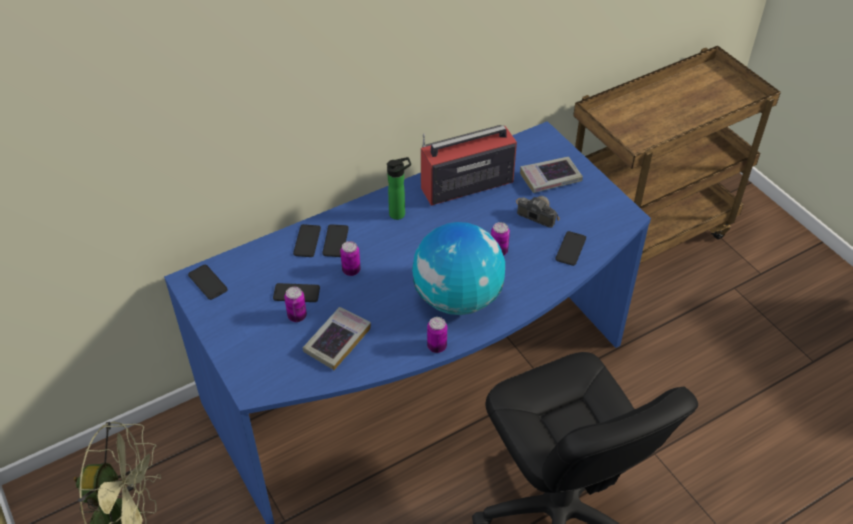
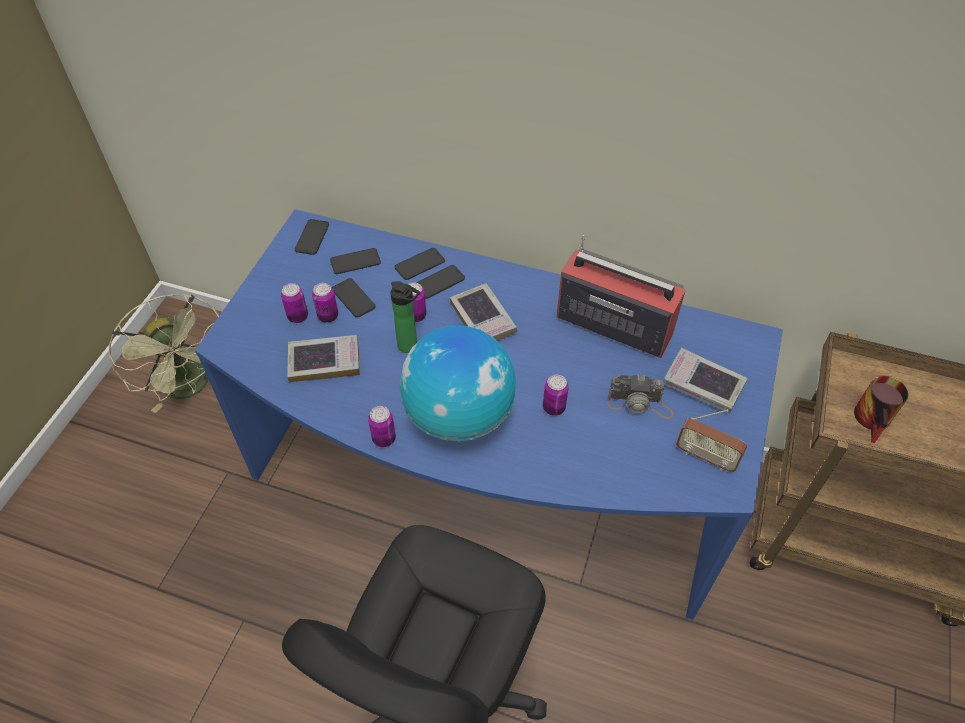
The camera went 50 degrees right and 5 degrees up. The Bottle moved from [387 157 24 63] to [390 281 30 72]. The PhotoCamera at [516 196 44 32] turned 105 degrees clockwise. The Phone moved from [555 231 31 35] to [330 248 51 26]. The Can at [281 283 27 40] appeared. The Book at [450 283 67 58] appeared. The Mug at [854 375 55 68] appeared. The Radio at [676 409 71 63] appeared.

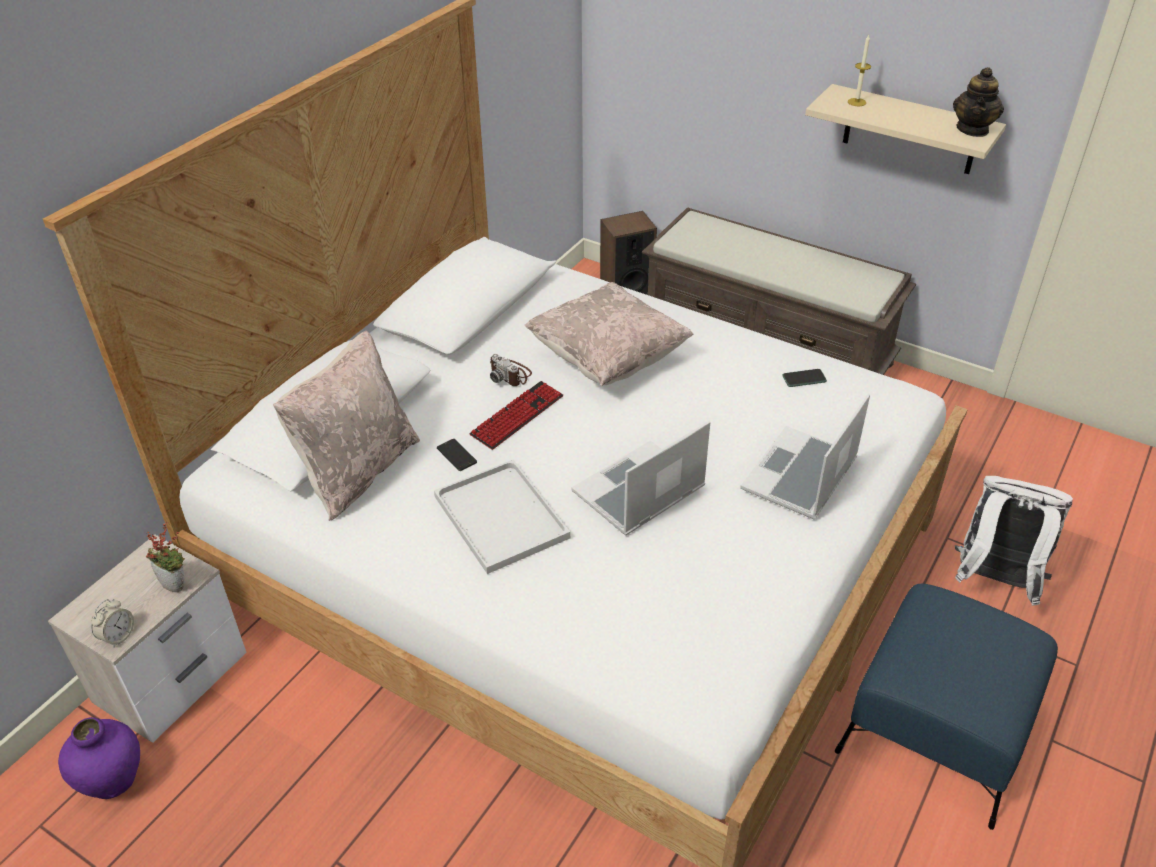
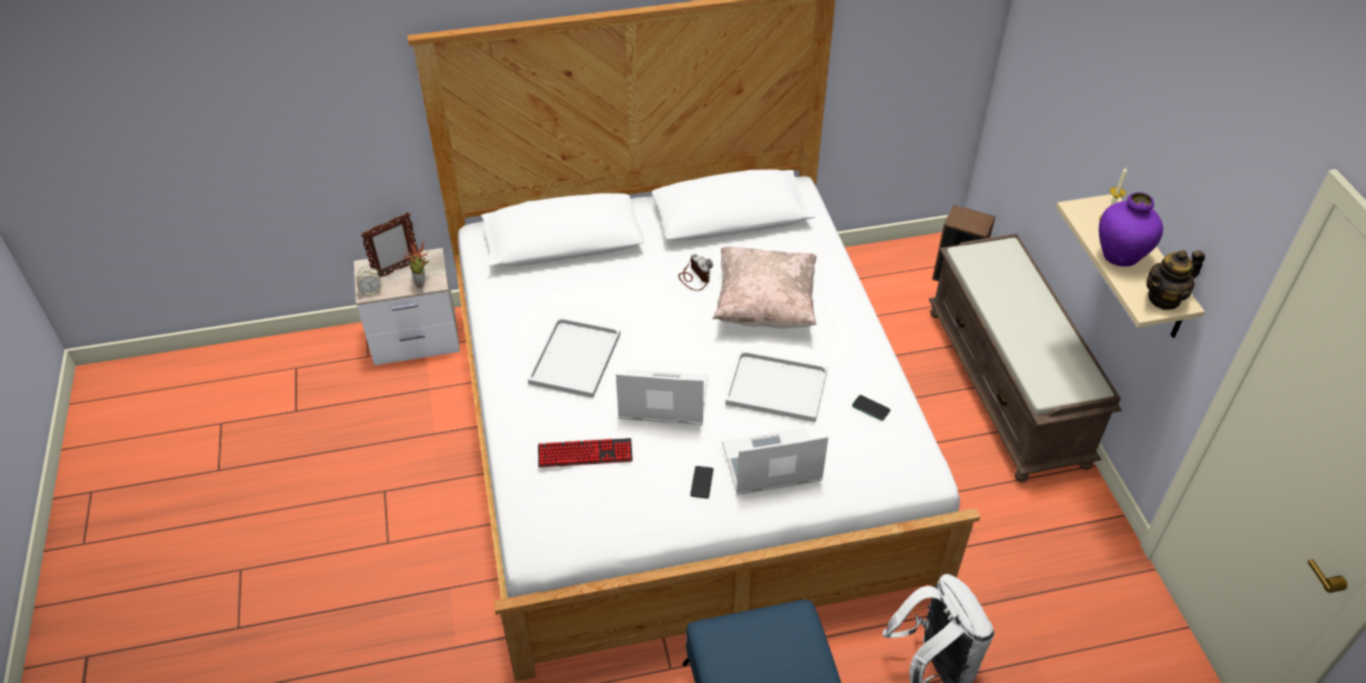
The camera went 45 degrees right and 5 degrees up. The BeigePillow at [273 331 147 190] disappeared. The PhotoCamera at [490 354 42 32] turned 150 degrees clockwise. The Keyboard moved from [470 381 93 69] to [538 438 95 30]. The Phone moved from [437 439 40 32] to [690 466 24 33]. The PurpleVase moved from [58 717 82 82] to [1099 192 64 74]. The PictureFrame at [361 212 57 65] appeared. The WhiteTray at [725 351 103 71] appeared.

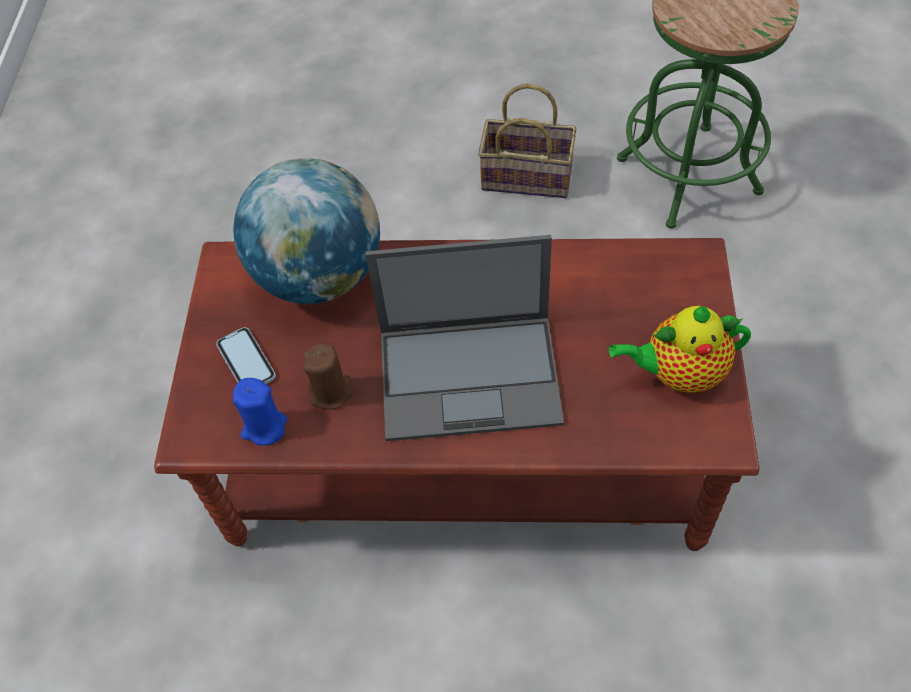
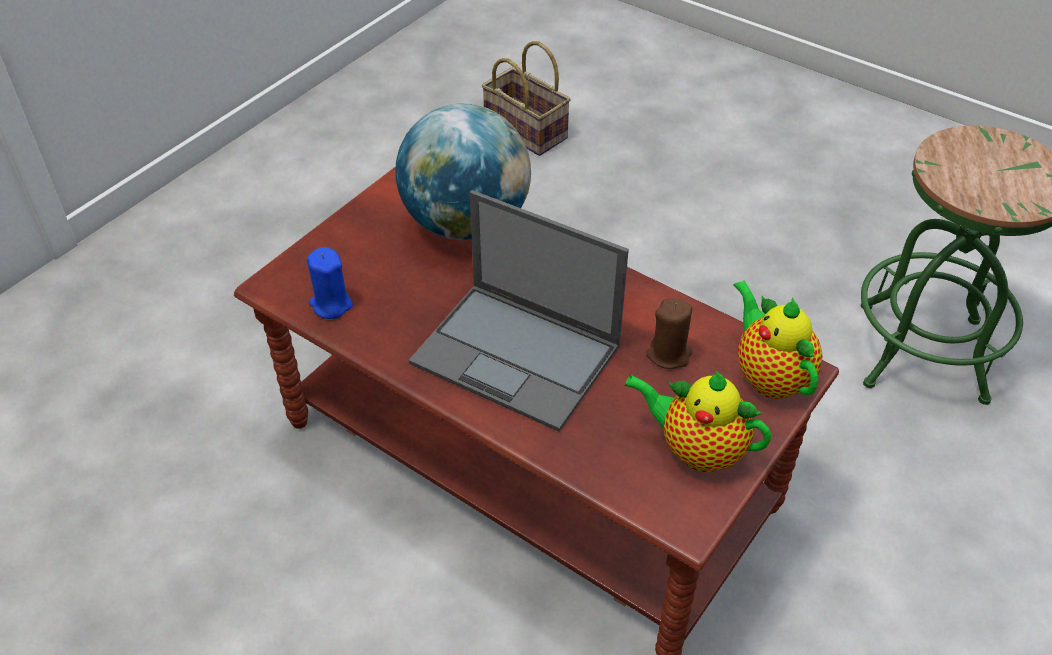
The camera went 30 degrees right and 10 degrees down. The Basket moved from [478 84 98 114] to [482 41 89 115]. The Phone at [216 327 60 57] disappeared. The BrownCandle moved from [303 343 50 66] to [646 299 47 70]. The Teapot at [733 280 89 119] appeared.

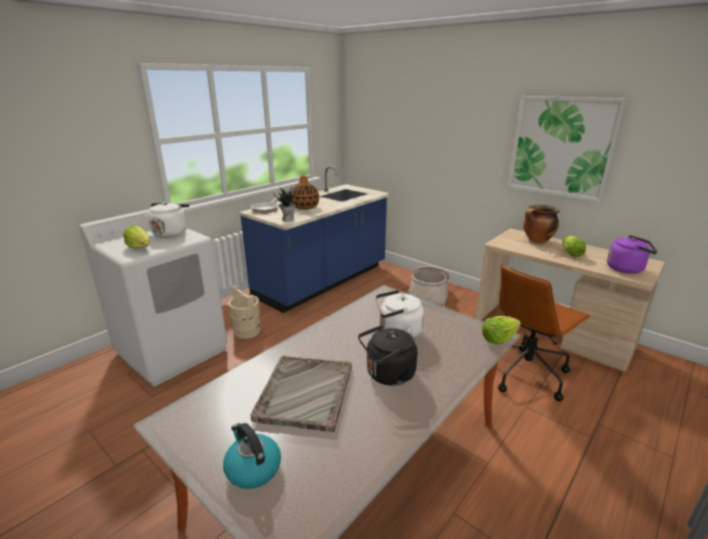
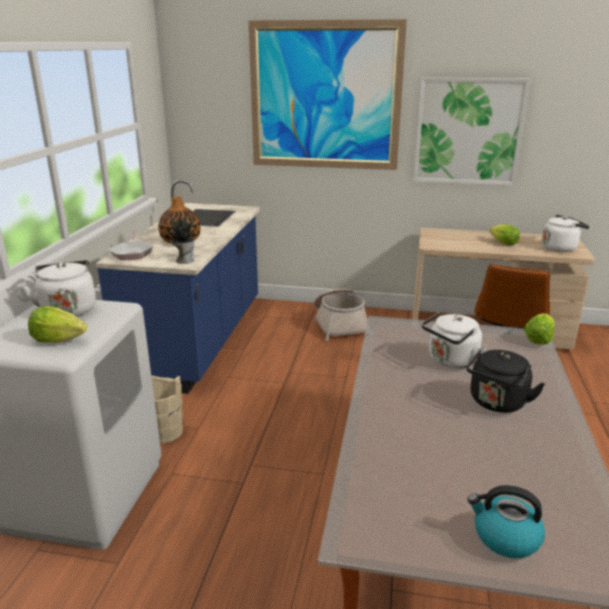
The camera went 30 degrees left and 0 degrees up. The CookingPot at [523 205 37 38] disappeared. The PurpleKettle at [607 235 51 39] became the WhiteKettle at [542 215 48 37]. The GreyTray at [250 356 102 76] disappeared. The Picture at [248 19 159 151] appeared.

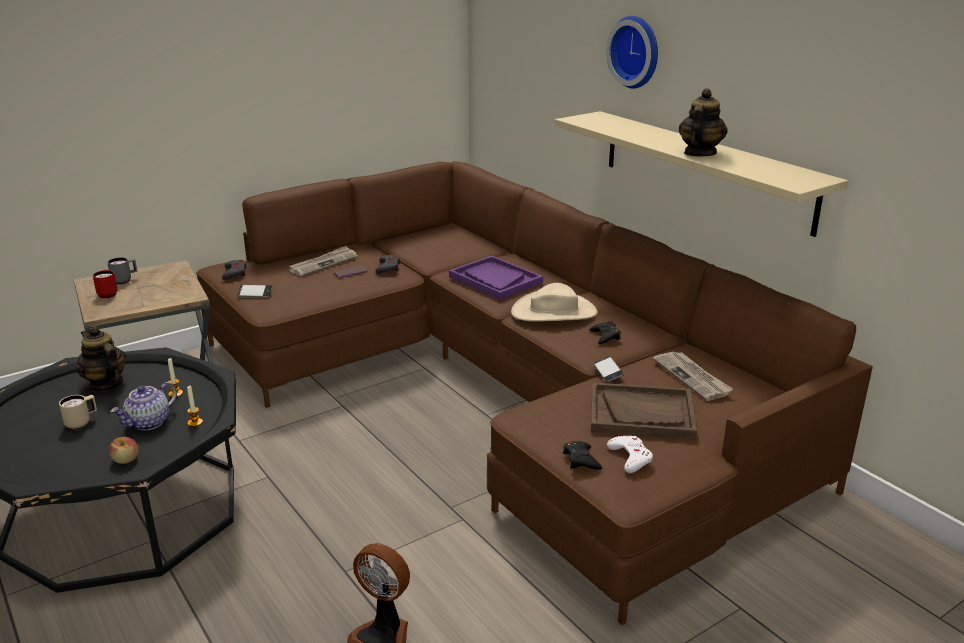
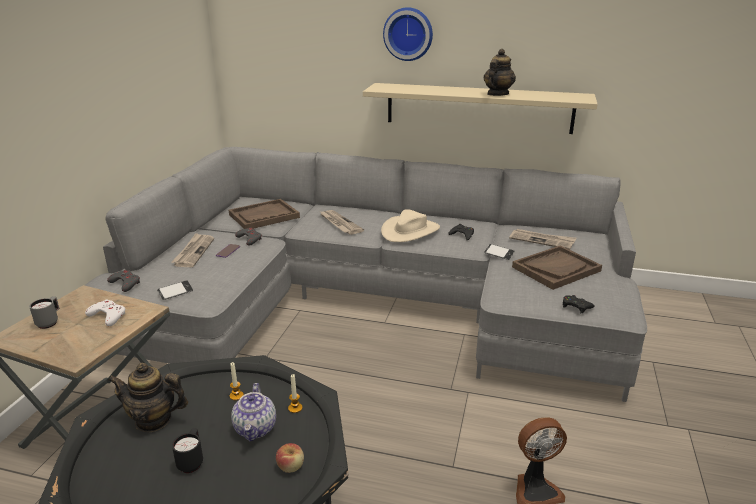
The camera went 40 degrees left and 0 degrees up. The Teapot at [679 88 48 68] turned 45 degrees clockwise. The BrownSofa at [196 161 677 464] became the GreySofa at [85 147 562 255]. The PurpleTray at [449 255 94 45] was replaced by the Newspaper at [319 210 45 25]. The RedMug at [93 269 25 29] disappeared. The BeigeMug at [59 395 38 35] became the BlackMug at [172 428 31 45]. The WhiteGameController moved from [607 436 46 37] to [85 300 41 26]. The BrownTray at [229 199 71 30] appeared.

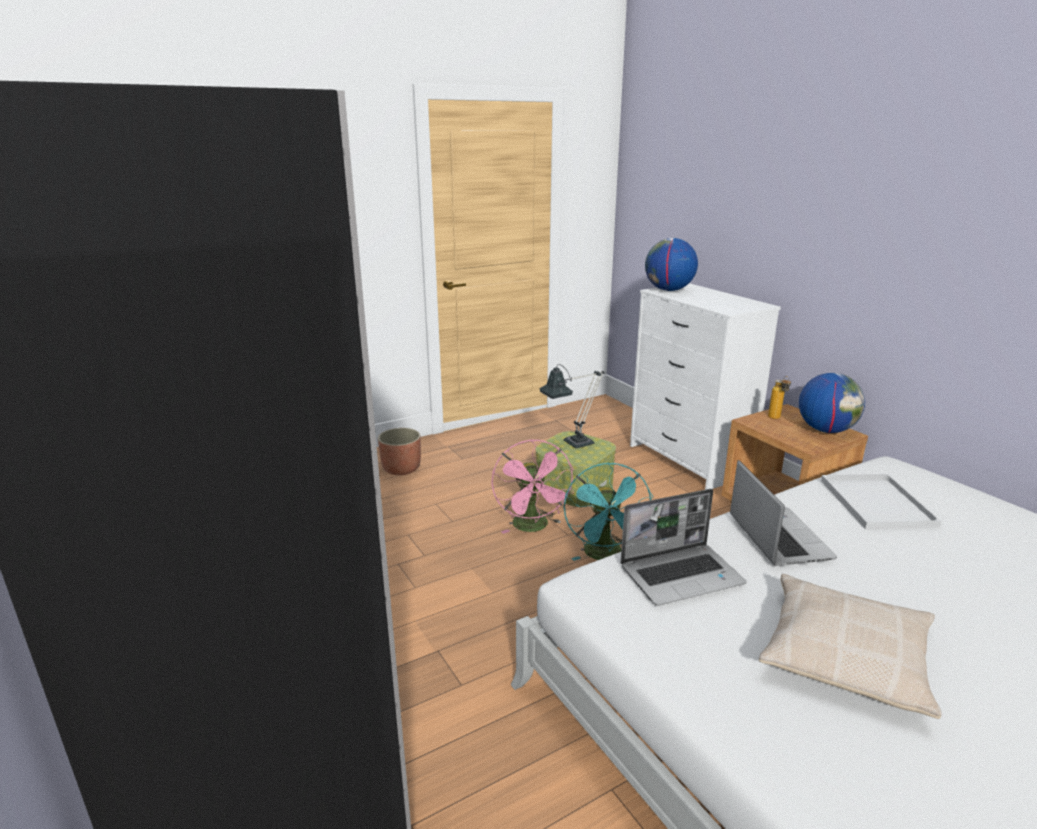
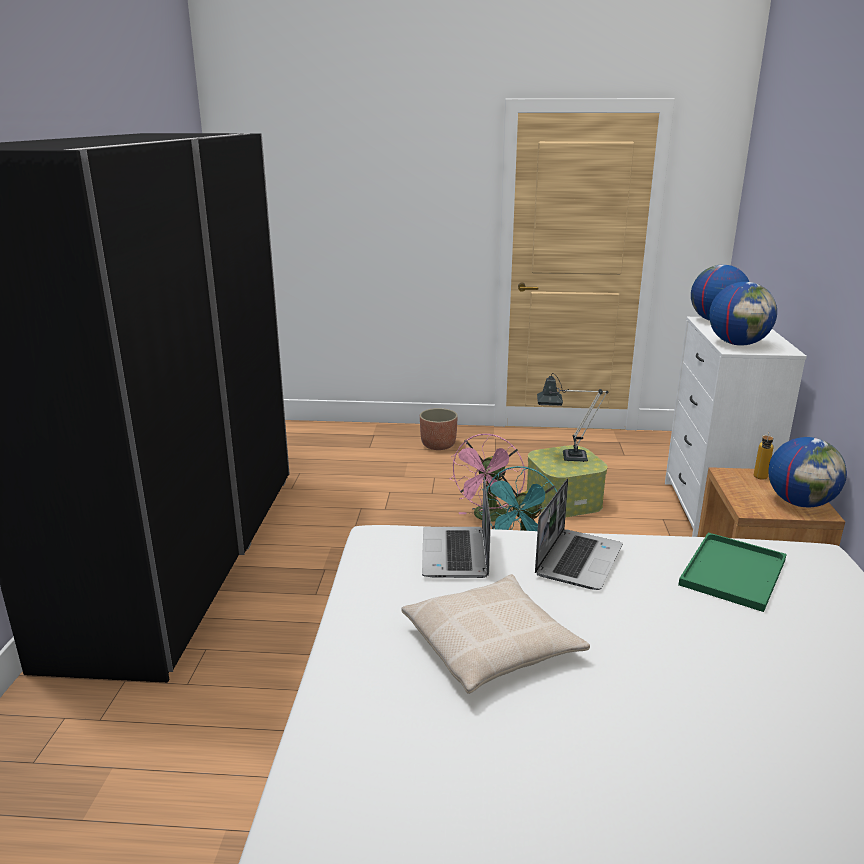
The camera went 35 degrees right and 0 degrees up. The WhiteTray at [821 474 121 55] became the GreenTray at [678 532 109 80]. The Laptop at [620 489 126 117] turned 75 degrees clockwise. The Globe at [709 282 68 64] appeared.

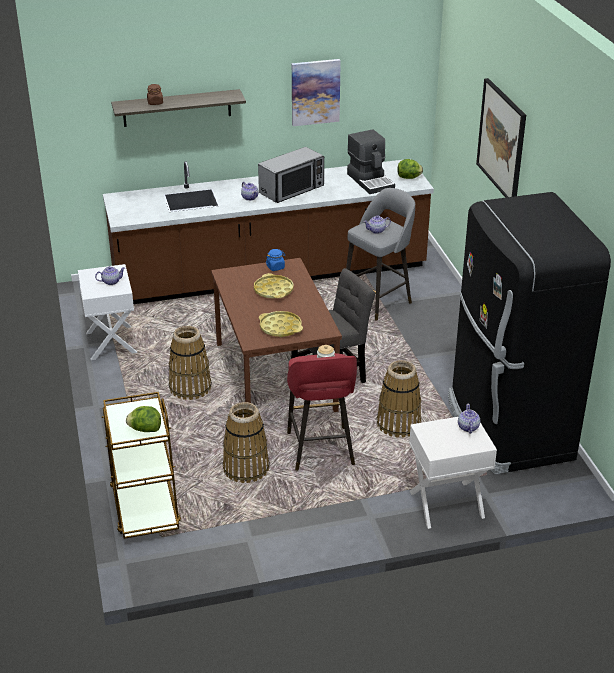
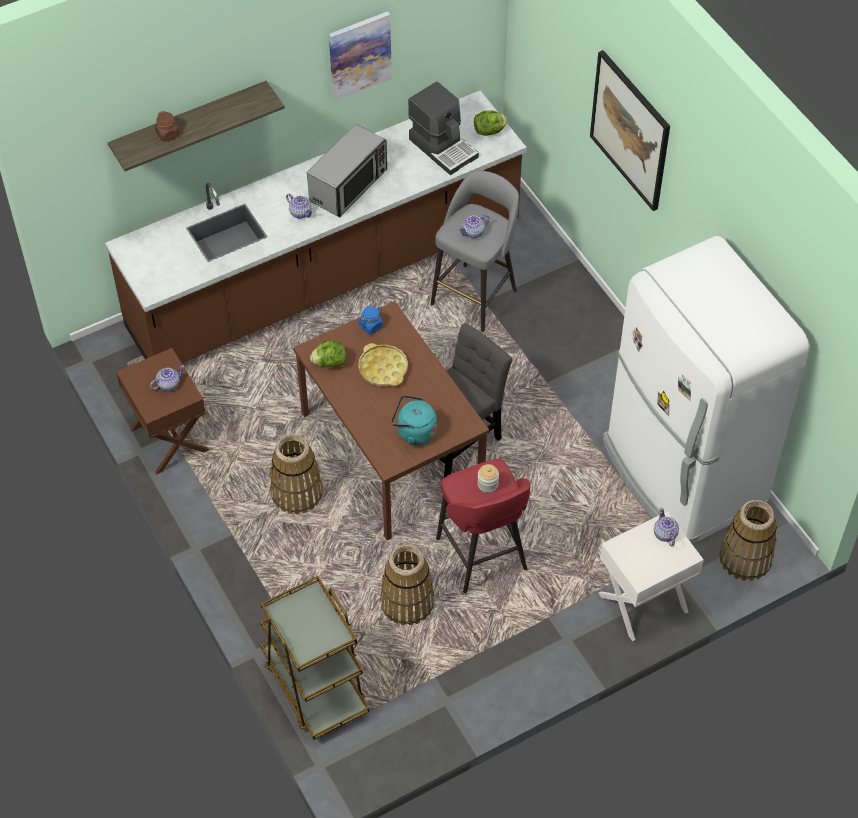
The camera went 15 degrees left and 20 degrees up. The BlackFridge at [448 192 163 283] became the WhiteFridge at [603 236 206 308]. The WhiteNightstand at [78 264 59 96] became the BrownNightstand at [116 348 93 127]. The YellowTray at [259 311 44 26] was replaced by the TurquoiseKettle at [391 395 46 50]. The Basket moved from [377 360 44 78] to [719 500 58 81]. The Lettuce moved from [126 406 35 26] to [310 341 37 27].

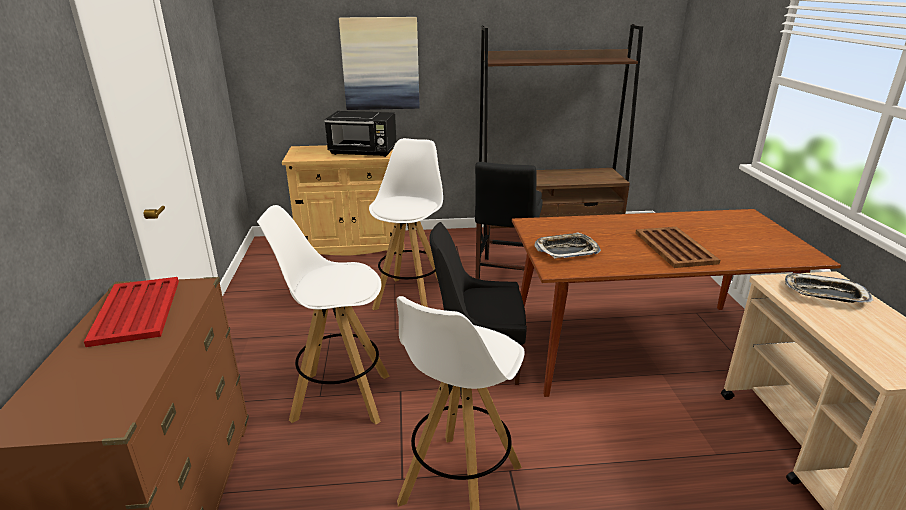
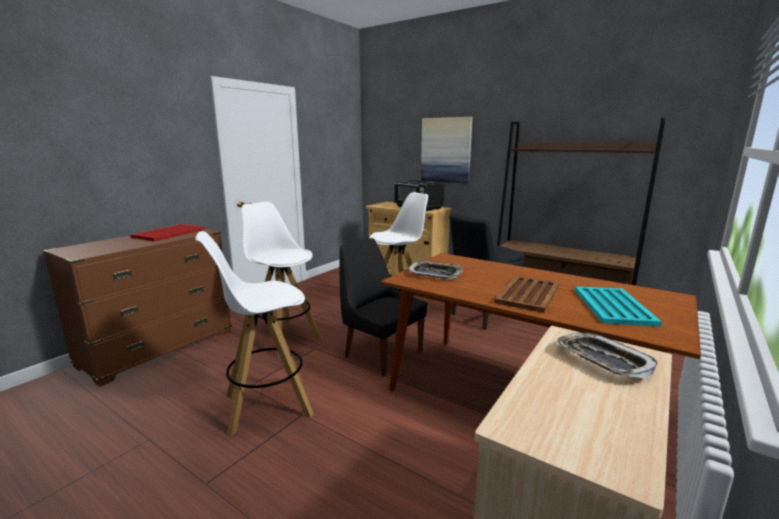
The camera went 40 degrees right and 10 degrees down. The TurquoiseTray at [575 286 87 41] appeared.

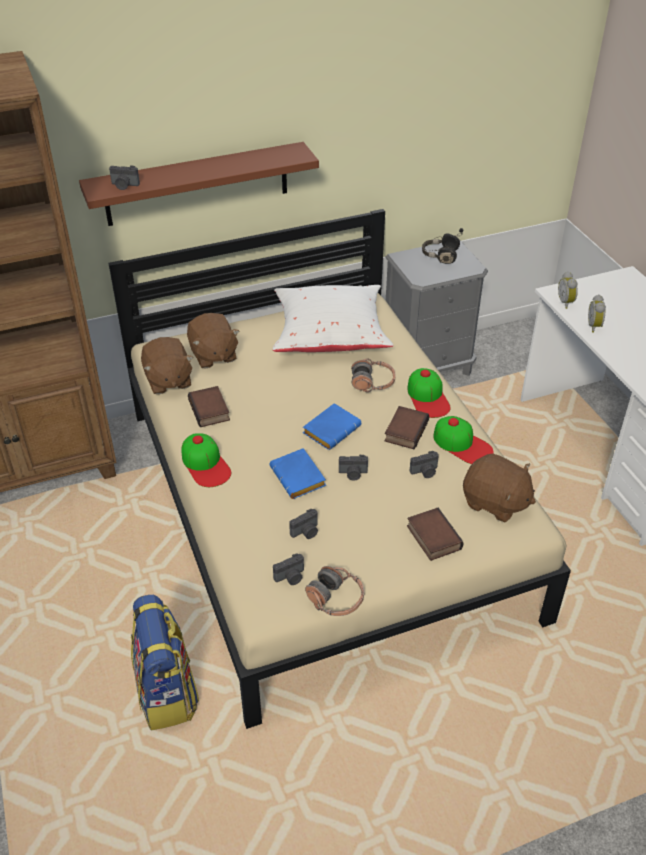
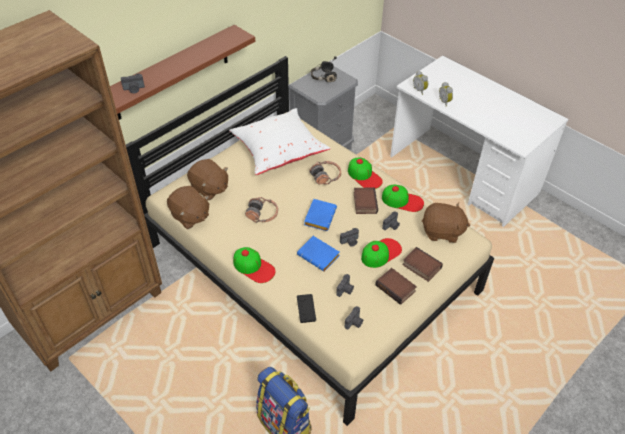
The camera went 25 degrees left and 5 degrees up. The Book moved from [188 386 42 41] to [375 268 42 37]. The Headphones moved from [305 566 59 50] to [245 197 33 26]. The Cap at [361 238 41 30] appeared. The BlackGameController at [297 294 19 29] appeared.

